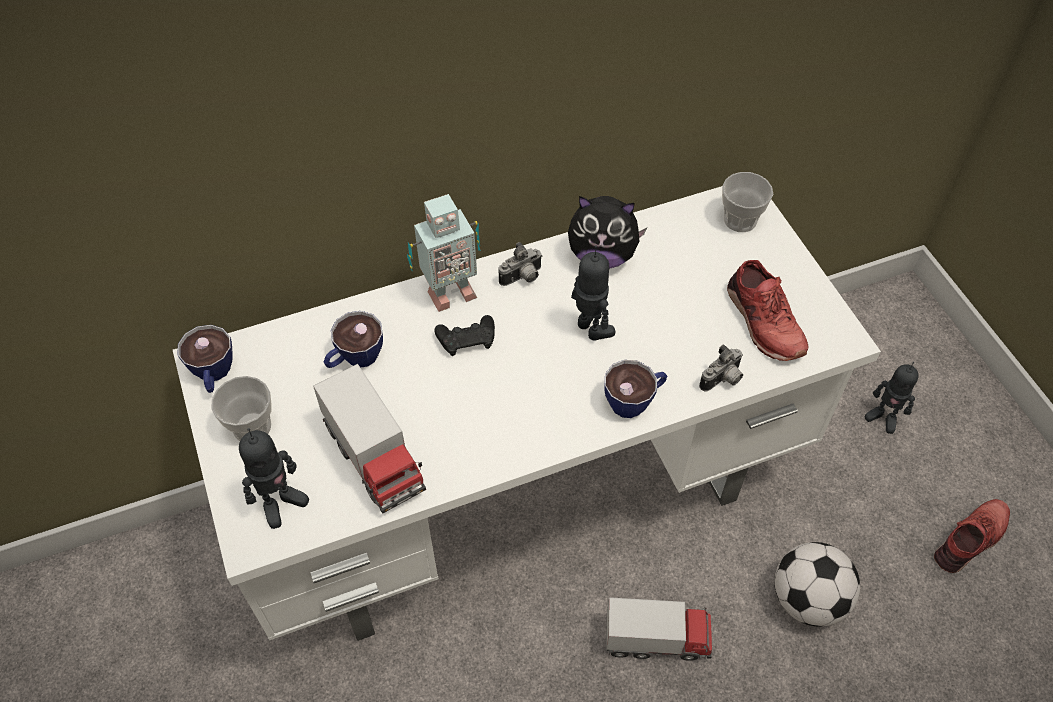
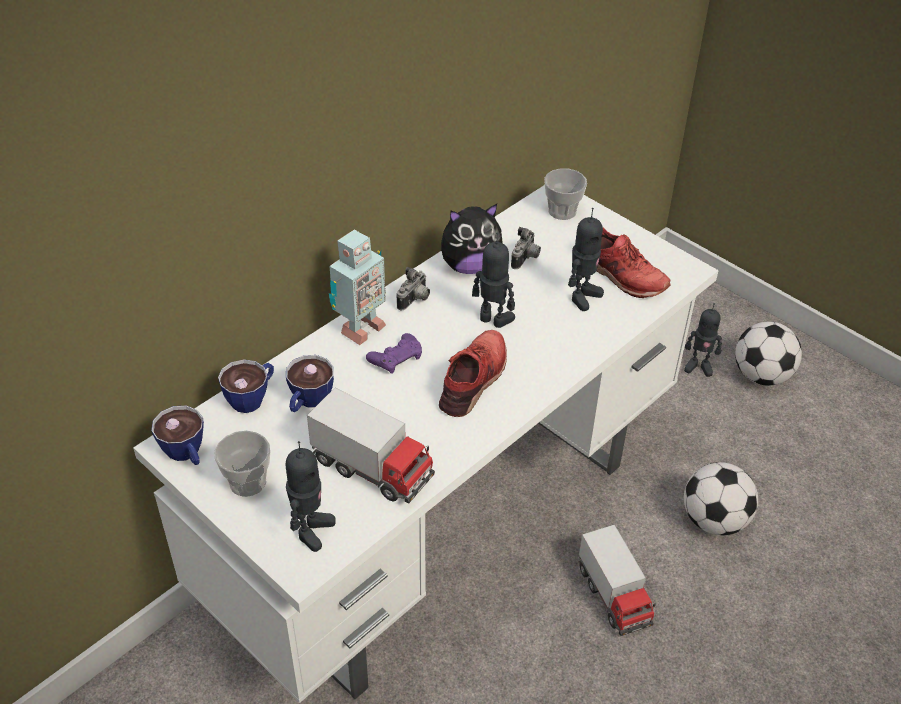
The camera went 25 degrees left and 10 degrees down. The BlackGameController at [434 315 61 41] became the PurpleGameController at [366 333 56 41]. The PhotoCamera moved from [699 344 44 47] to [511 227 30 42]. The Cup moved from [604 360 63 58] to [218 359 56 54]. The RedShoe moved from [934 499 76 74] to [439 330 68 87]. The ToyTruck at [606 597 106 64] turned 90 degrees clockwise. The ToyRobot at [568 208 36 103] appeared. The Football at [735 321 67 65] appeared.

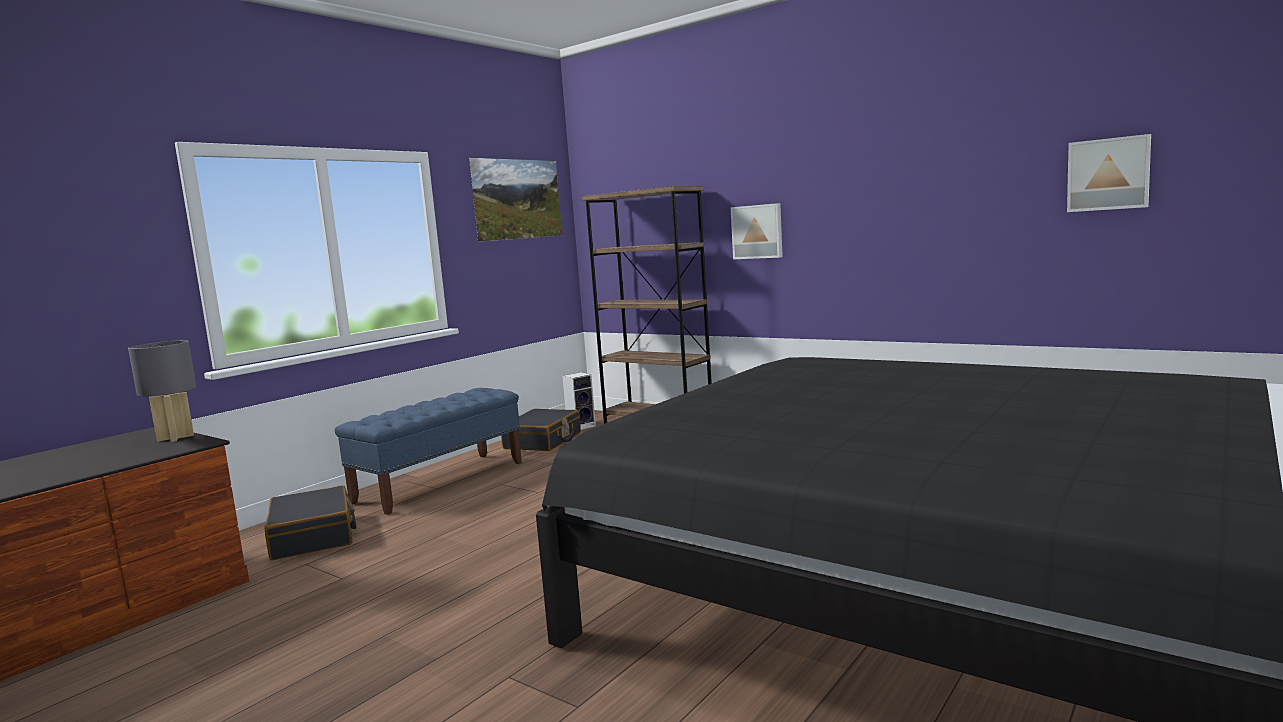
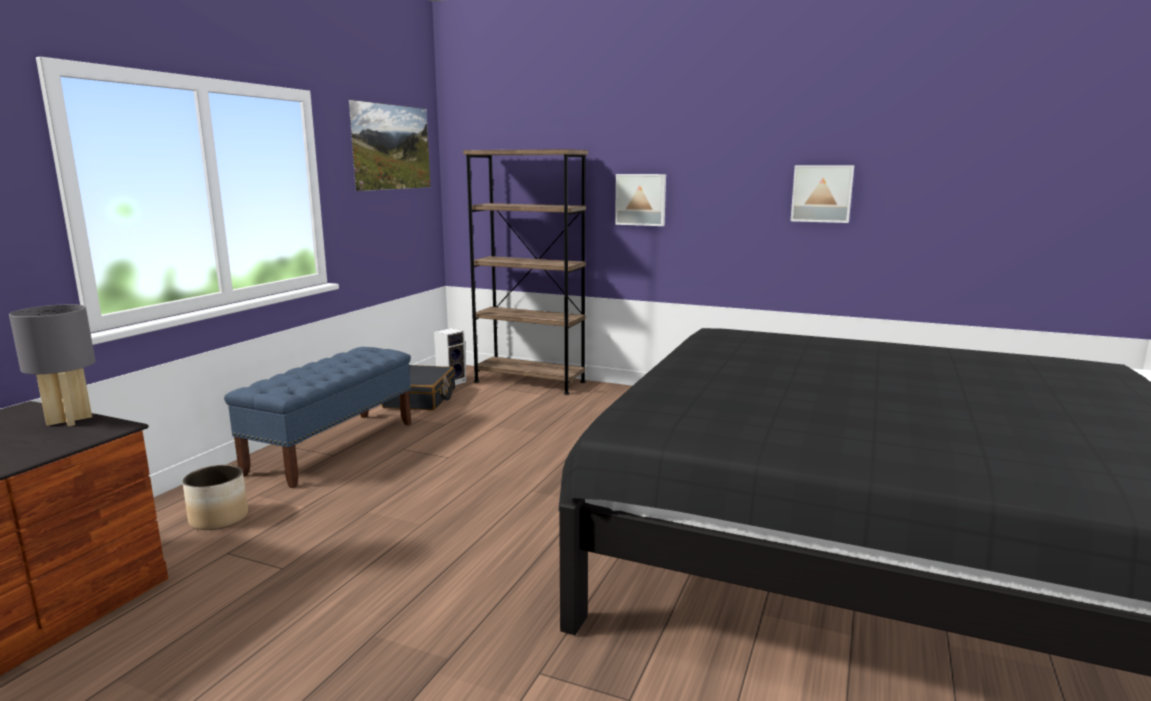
The camera went 15 degrees left and 5 degrees up. The Picture moved from [1067 134 84 78] to [791 165 63 58]. The BlackSuitcase at [265 485 91 75] was replaced by the Planter at [182 465 66 65].

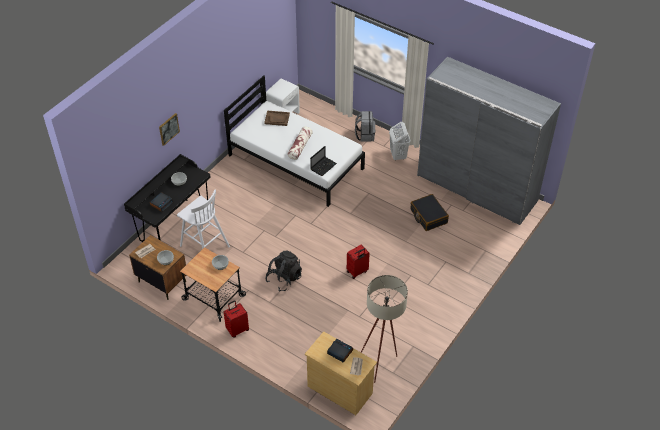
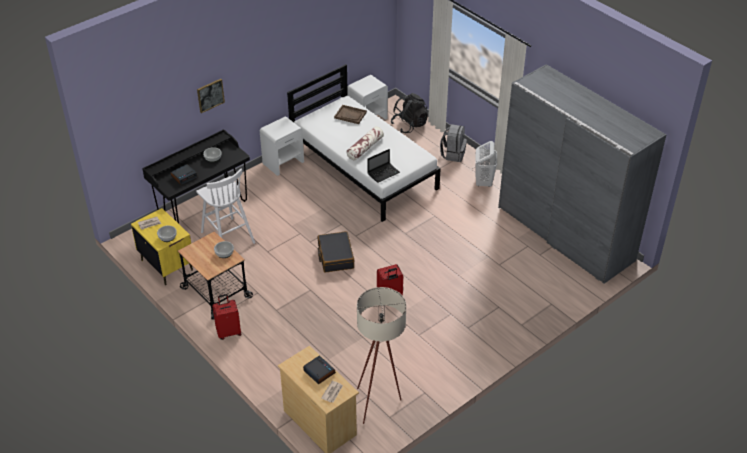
The camera went 15 degrees right and 5 degrees down. The BlackSuitcase moved from [410 194 39 37] to [317 231 37 42]. The BrownNightstand at [129 235 57 65] became the YellowNightstand at [131 208 62 77]. The BlackBackpack moved from [265 251 37 40] to [391 93 37 40]. The WhiteNightstand at [260 116 44 60] appeared.

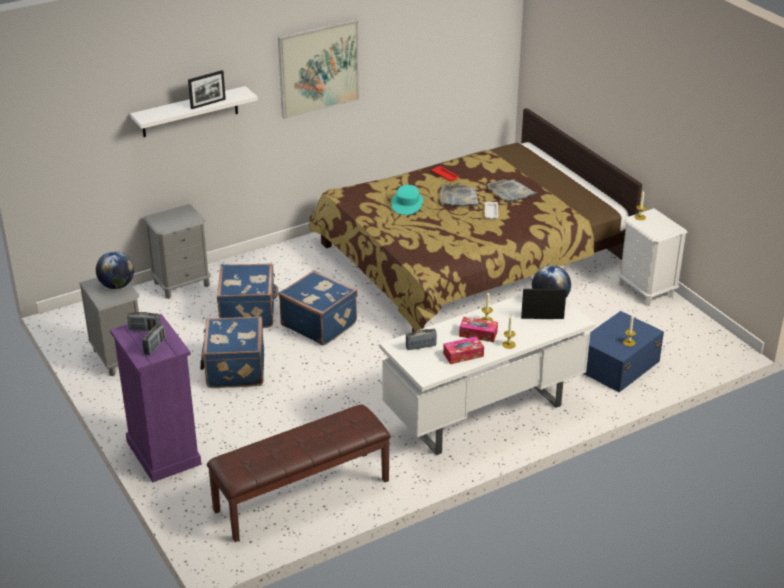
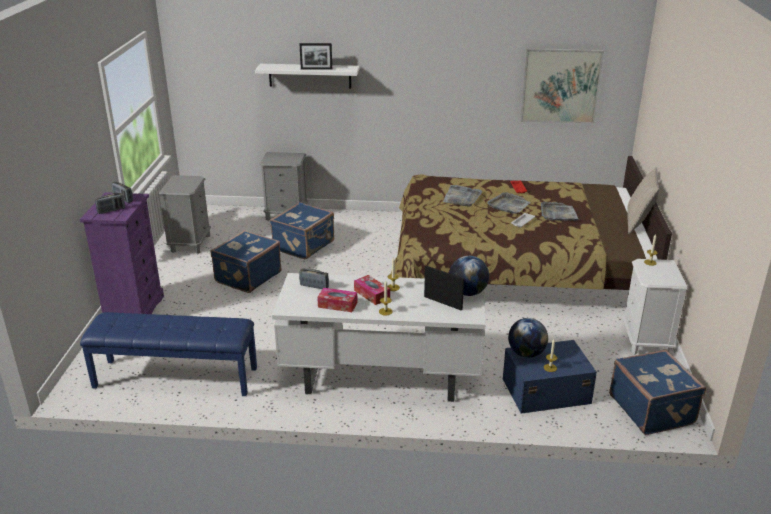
The camera went 35 degrees right and 5 degrees down. The Picture moved from [278 19 81 100] to [520 48 84 76]. The TurquoiseHat at [391 185 32 30] was replaced by the GreyTray at [443 185 39 21]. The Globe moved from [96 251 38 38] to [508 318 40 40]. The BlueSuitcase moved from [279 270 79 75] to [609 349 97 86]. The BrownBench at [207 404 184 138] became the BlueBench at [80 312 177 84]. The BeigePillow at [627 167 32 67] appeared.

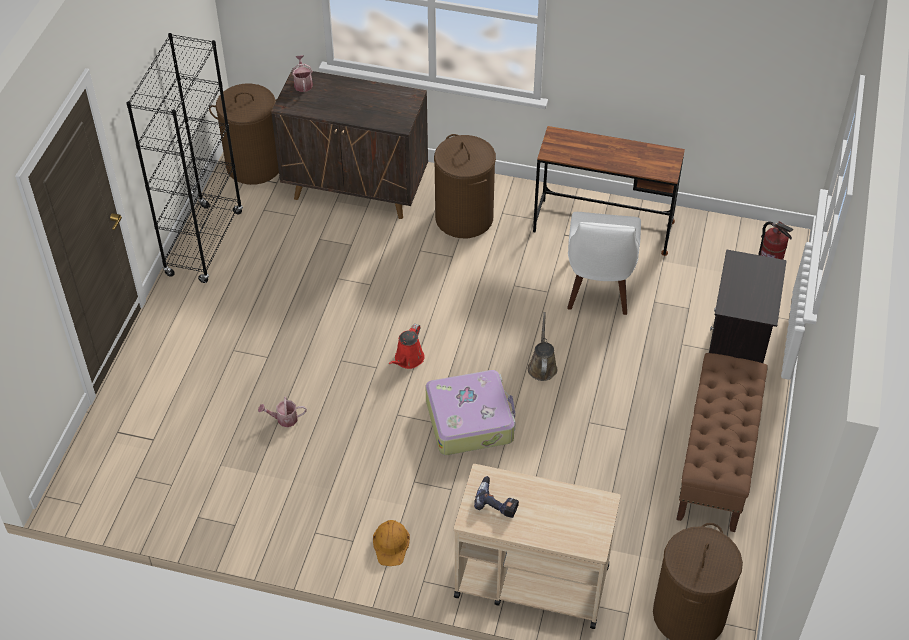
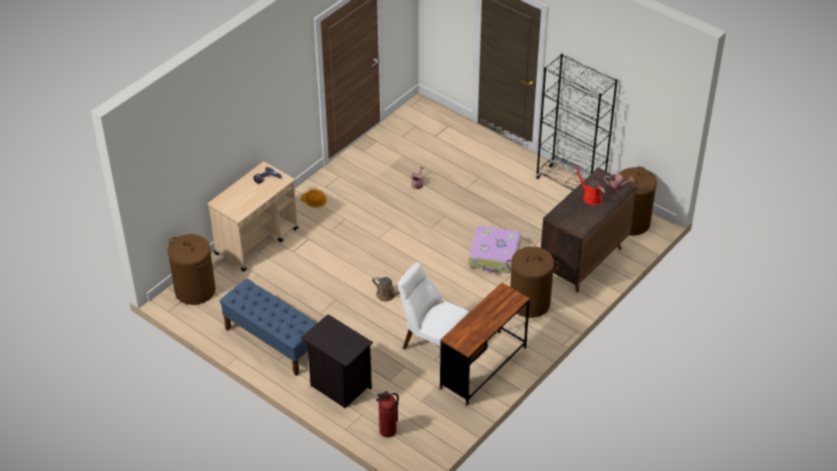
The camera went 115 degrees right and 5 degrees down. The RedWateringCan moved from [389 324 36 45] to [575 166 31 39]. The BrownBench at [676 353 92 179] became the BlueBench at [220 279 97 97]. The Suitcase moved from [425 370 91 85] to [468 226 53 48].

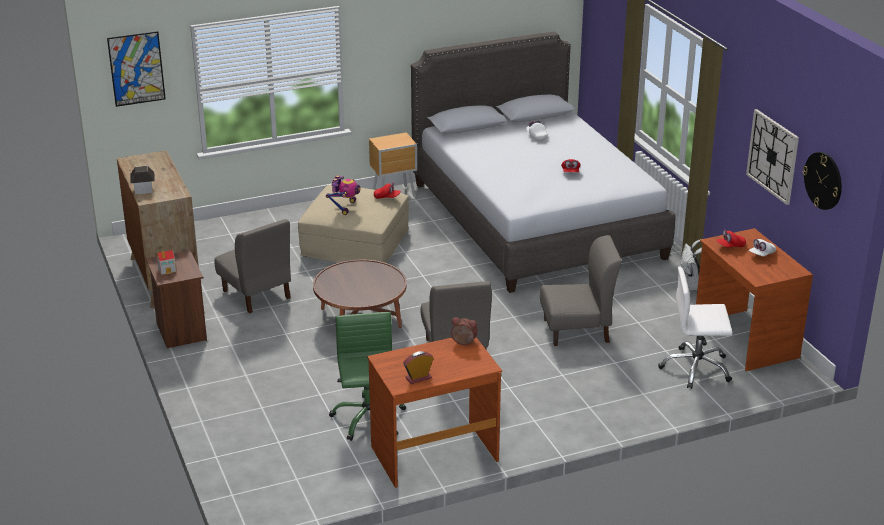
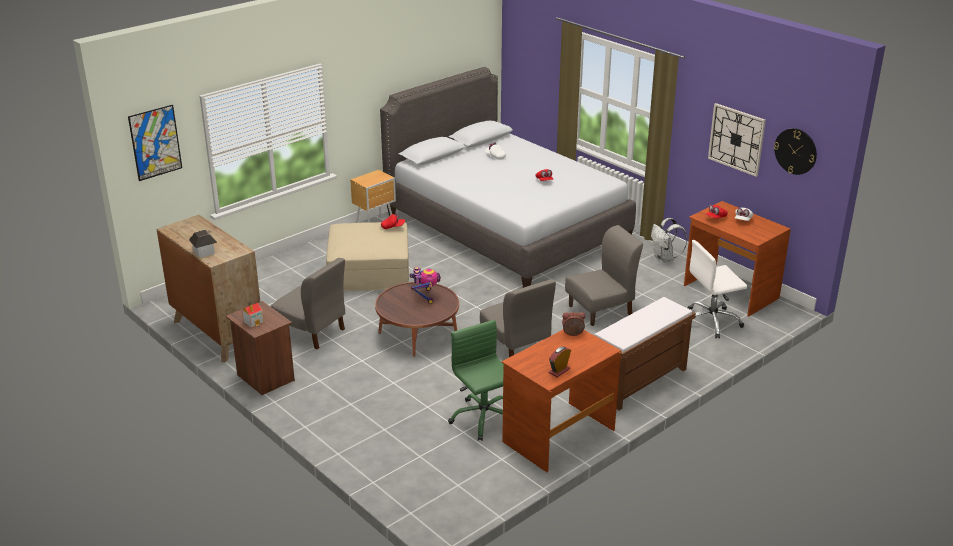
The camera went 20 degrees left and 0 degrees up. The ToyRobot moved from [326 175 34 40] to [410 267 31 37]. The BrownBench at [594 297 102 113] appeared.

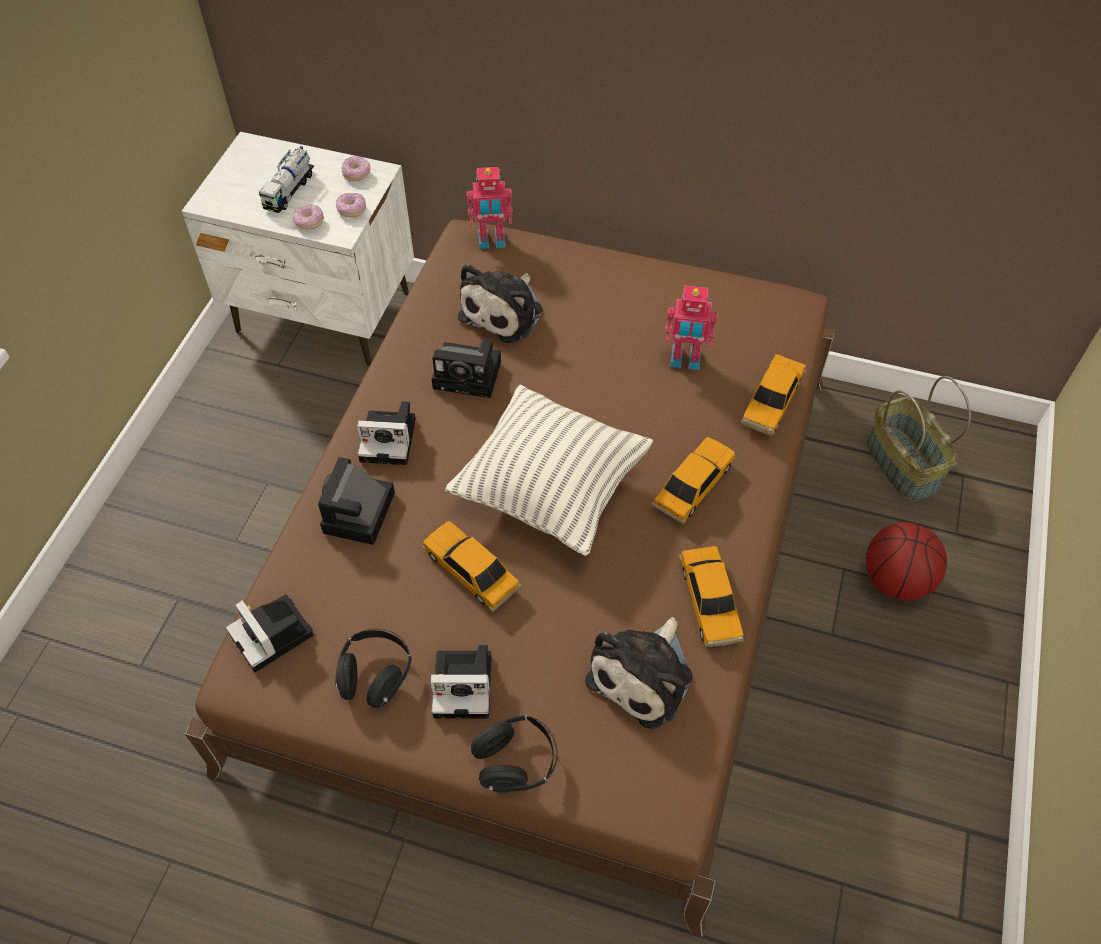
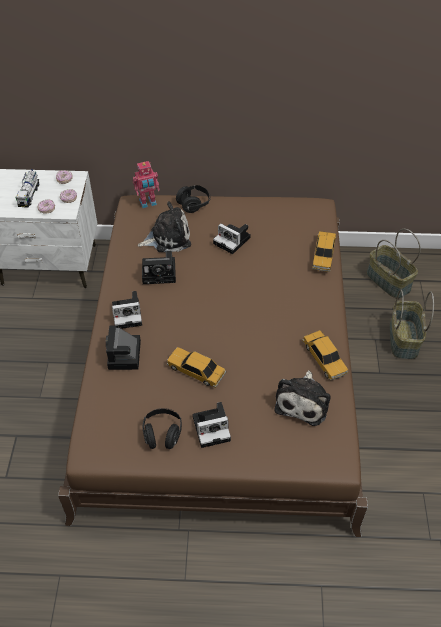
The camera went 15 degrees left and 5 degrees down. The PlushToy at [458 264 85 79] turned 120 degrees counterclockwise. The ToyRobot at [665 285 53 85] disappeared. The Pillow at [445 385 208 171] disappeared. The ToyCar at [652 437 84 87] disappeared. The Basketball at [866 522 81 78] was replaced by the Basket at [389 290 45 69]. The PhotoCamera moved from [226 594 88 78] to [213 223 38 31]. The BlackHeadphones moved from [471 715 86 78] to [176 185 35 28].

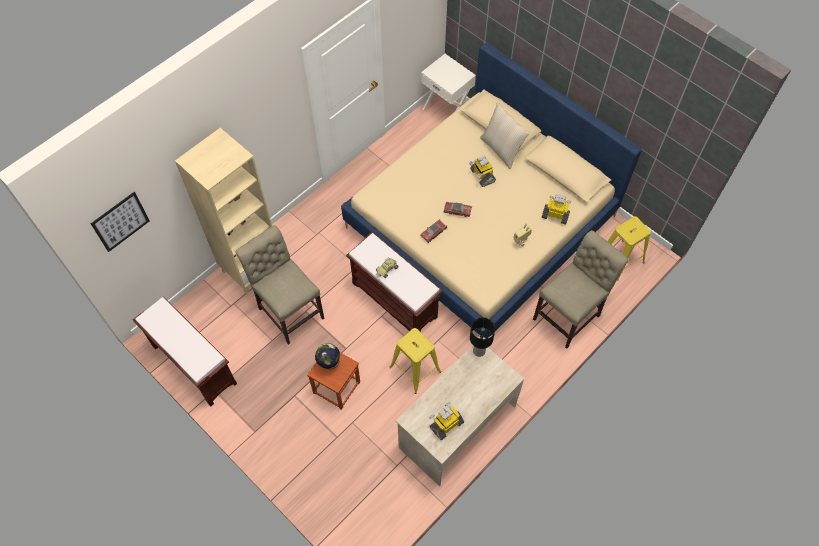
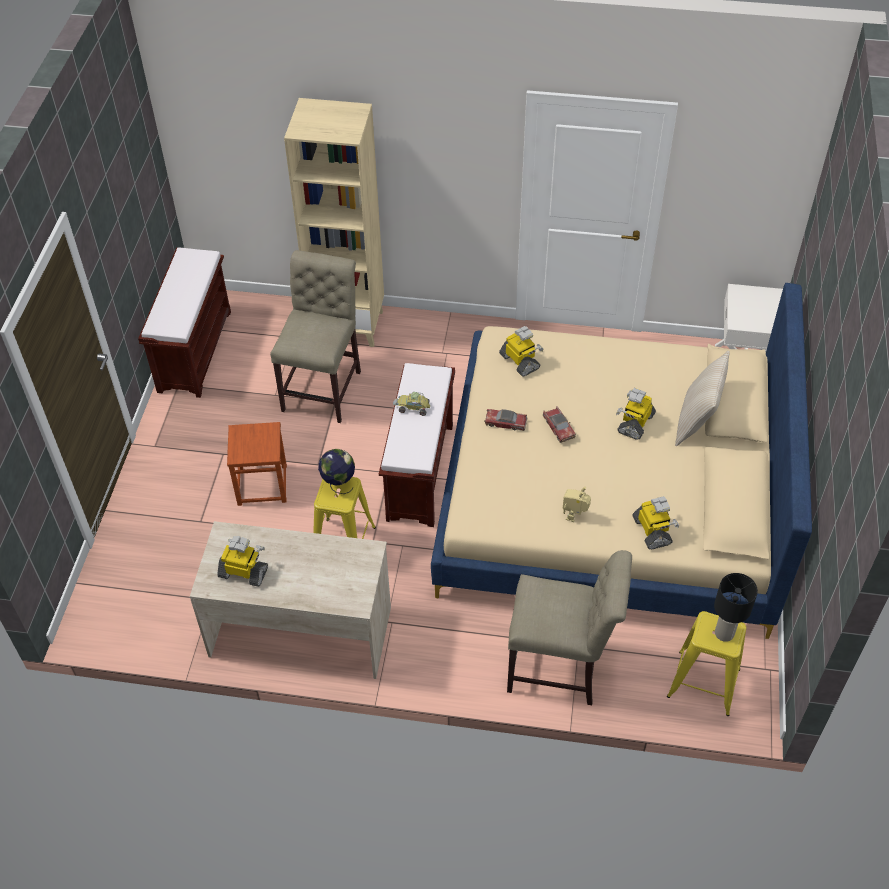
The camera went 55 degrees right and 10 degrees down. The Picture at [91 192 58 60] disappeared. The BlackTableLamp moved from [470 318 25 39] to [714 573 44 69]. The Globe moved from [315 343 25 27] to [318 449 37 45]. The ToyRobot at [499 326 44 51] appeared.

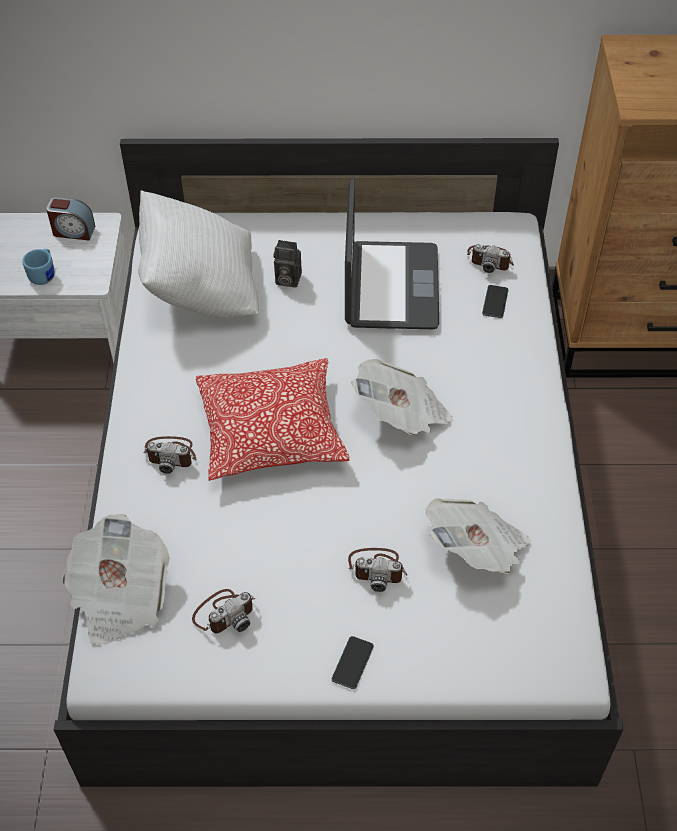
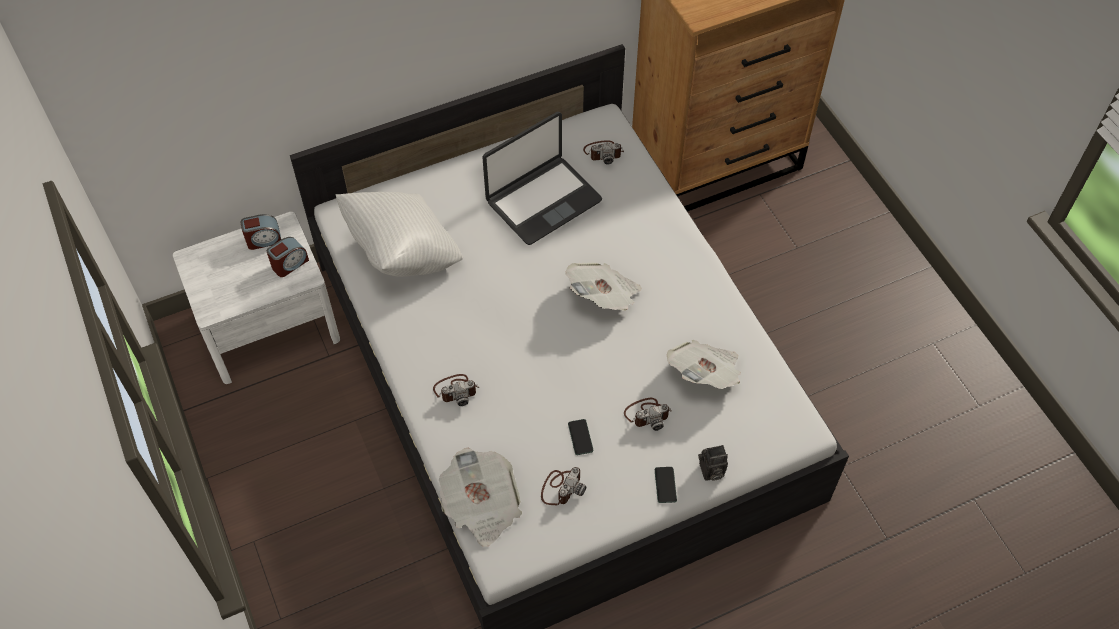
The camera went 25 degrees left and 5 degrees up. The Laptop at [345 179 94 150] turned 75 degrees clockwise. The PhotoCamera moved from [274 240 28 48] to [698 445 30 36]. The BlueMug at [22 249 33 36] disappeared. The Phone moved from [482 285 26 33] to [568 419 25 36]. The Pillow at [196 358 153 123] disappeared. The AlarmClock at [267 237 42 40] appeared.

